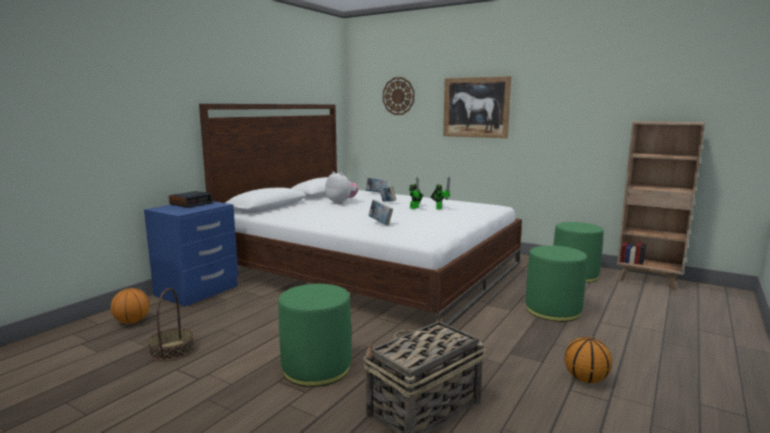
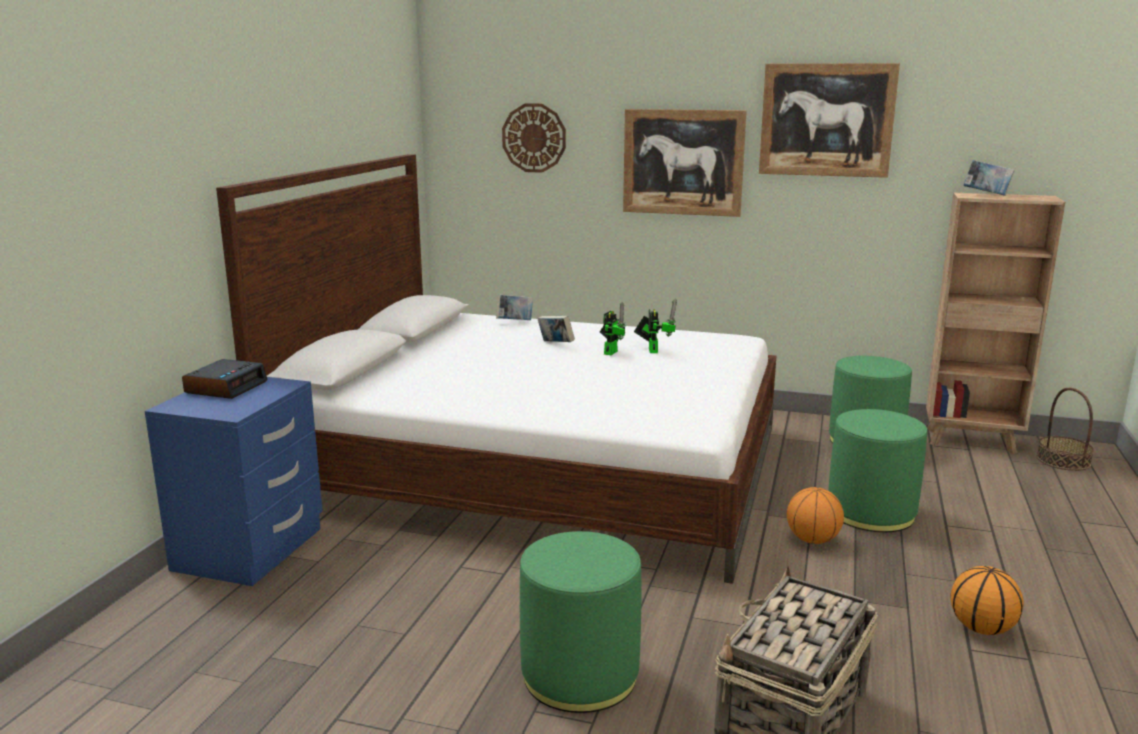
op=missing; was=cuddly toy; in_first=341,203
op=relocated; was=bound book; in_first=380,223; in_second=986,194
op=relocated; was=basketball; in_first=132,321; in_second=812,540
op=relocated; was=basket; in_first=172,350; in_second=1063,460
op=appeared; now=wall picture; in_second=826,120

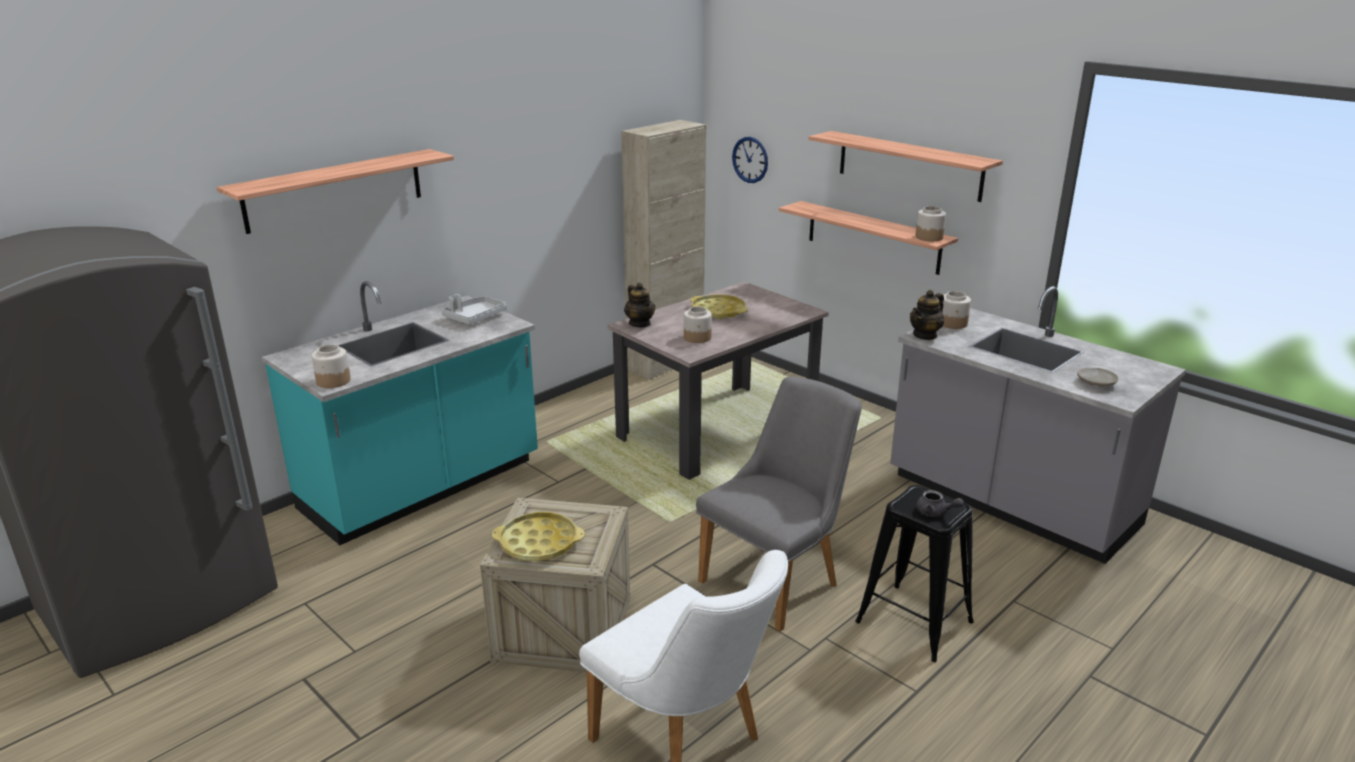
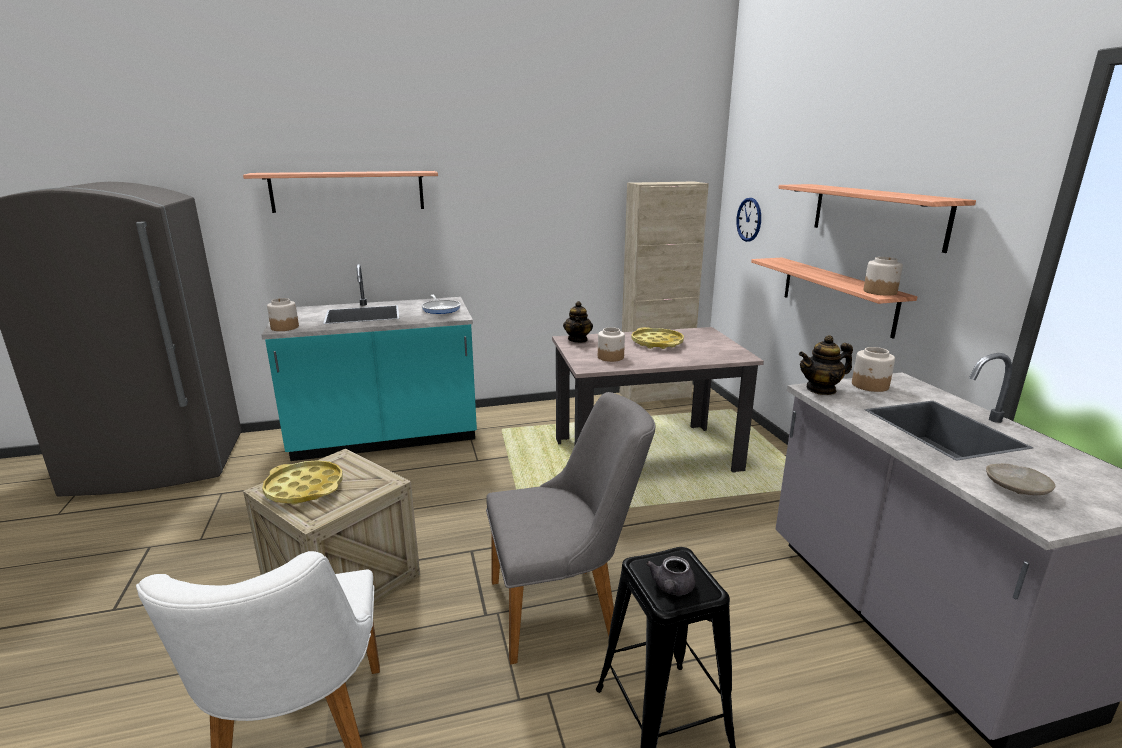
op=exchanged; was=greyish serving tray; now=pan; in_first=475,317; in_second=441,309
op=spun; was=greyish pot for tea; in_first=935,513; in_second=671,588; clockwise=45

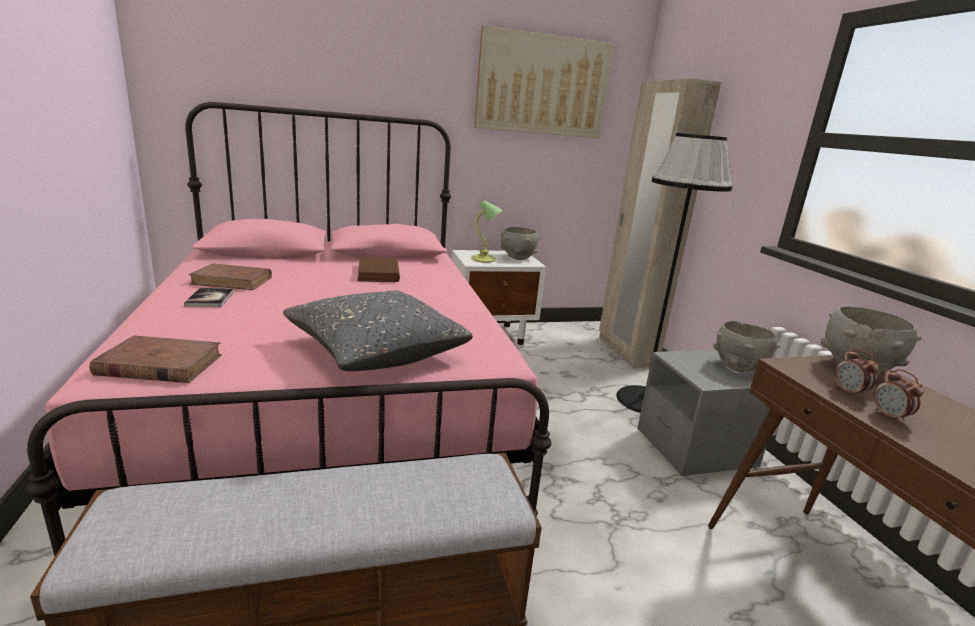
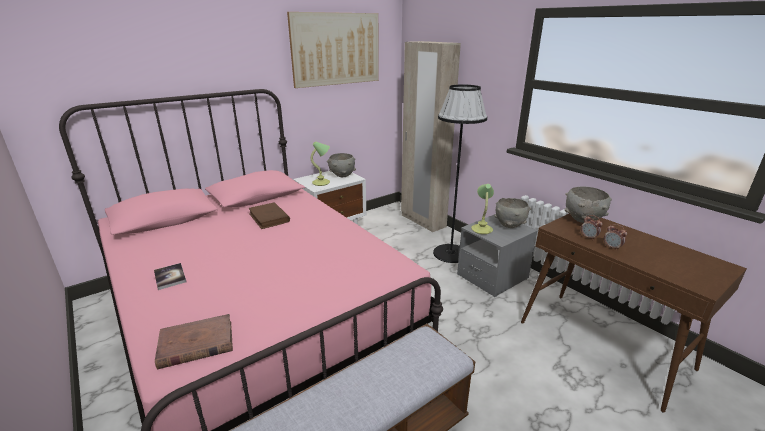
op=missing; was=brown bound book; in_first=232,281
op=missing; was=greyish throw pillow; in_first=376,350
op=appeared; now=tabletop lamp; in_second=482,229

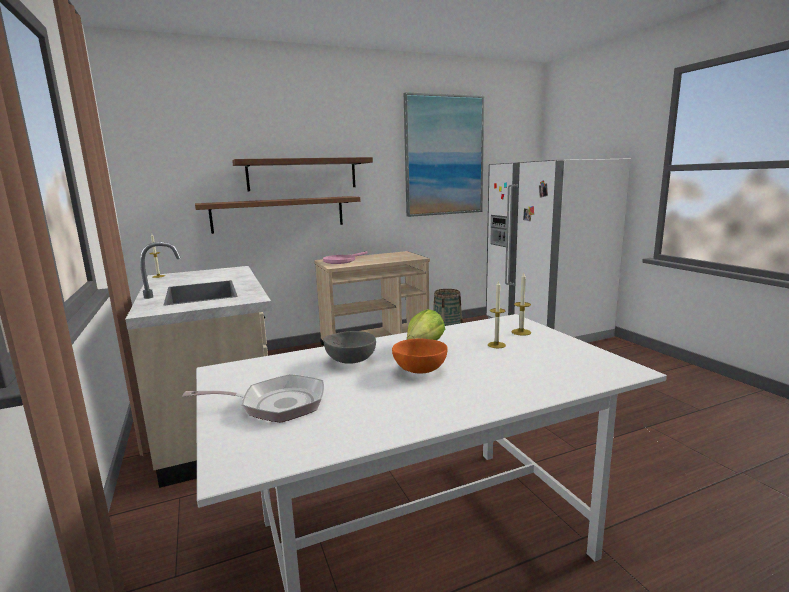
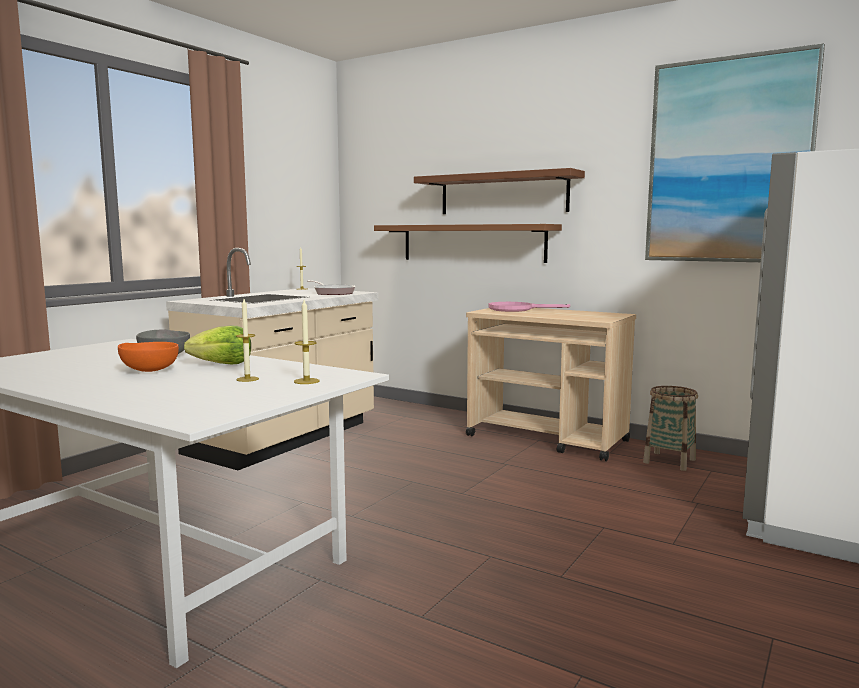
op=relocated; was=pan; in_first=277,404; in_second=332,293

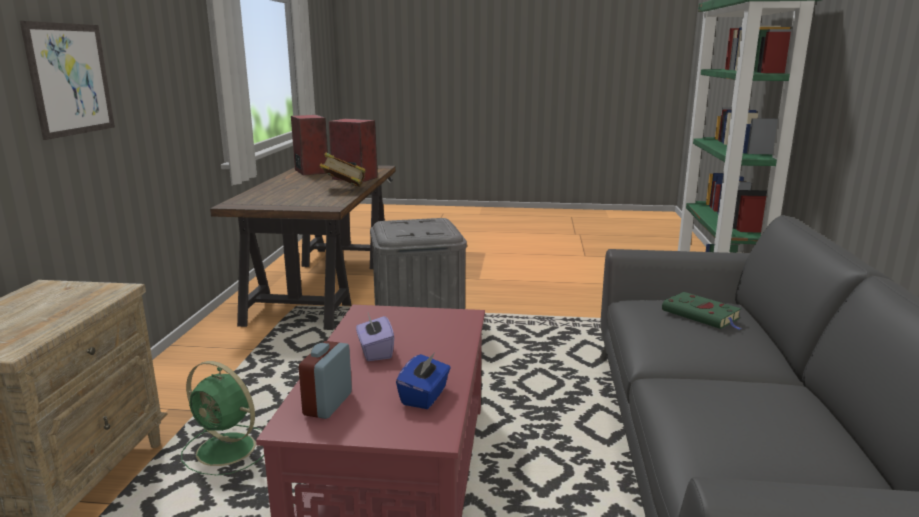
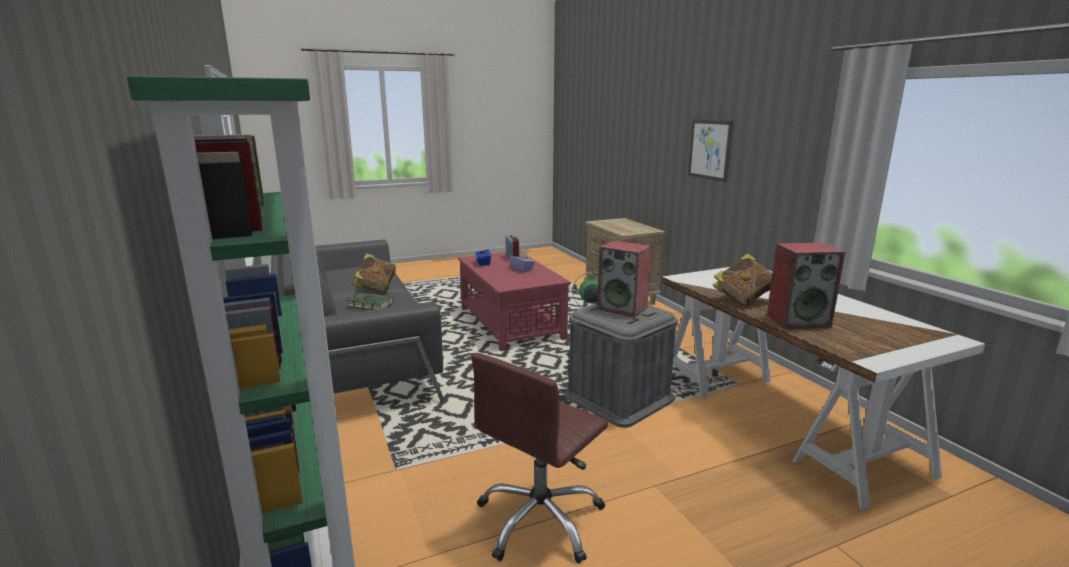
op=relocated; was=speaker; in_first=311,171; in_second=623,308
op=colour; was=brown desk unit; now=white-coloured desk unit; in_first=323,284; in_second=781,416
op=appeared; now=bound book; in_second=376,289
op=appeared; now=brown desk chair; in_second=540,520

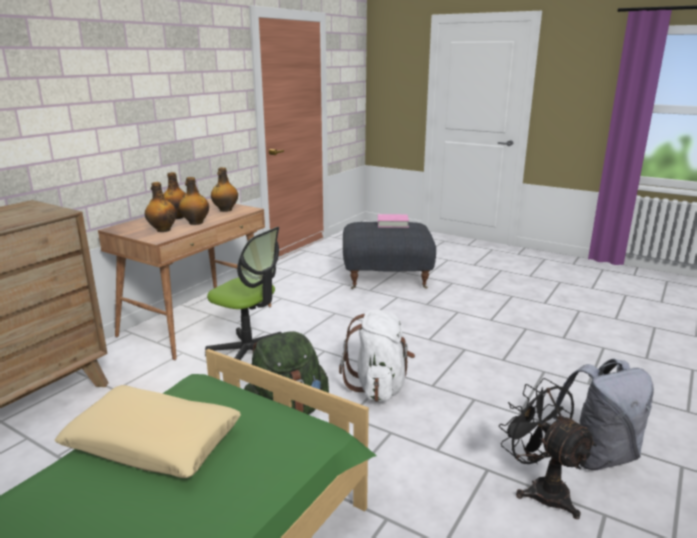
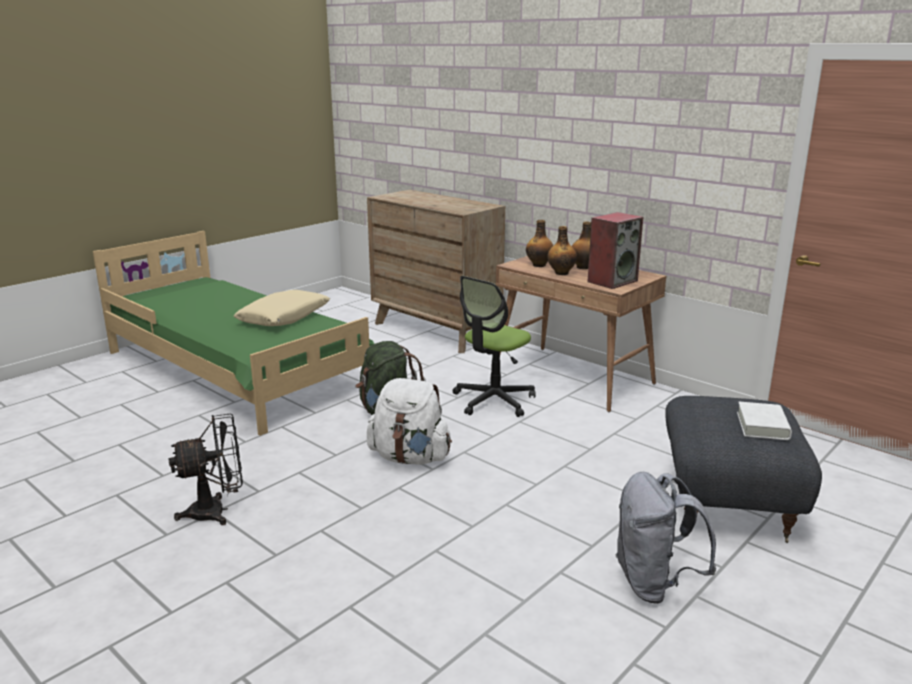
op=exchanged; was=drink bottle; now=speaker; in_first=225,210; in_second=612,281
op=colour; was=pinkish bound book; now=white-coloured bound book; in_first=392,224; in_second=762,426
op=relocated; was=greyish rucksack; in_first=597,455; in_second=654,584

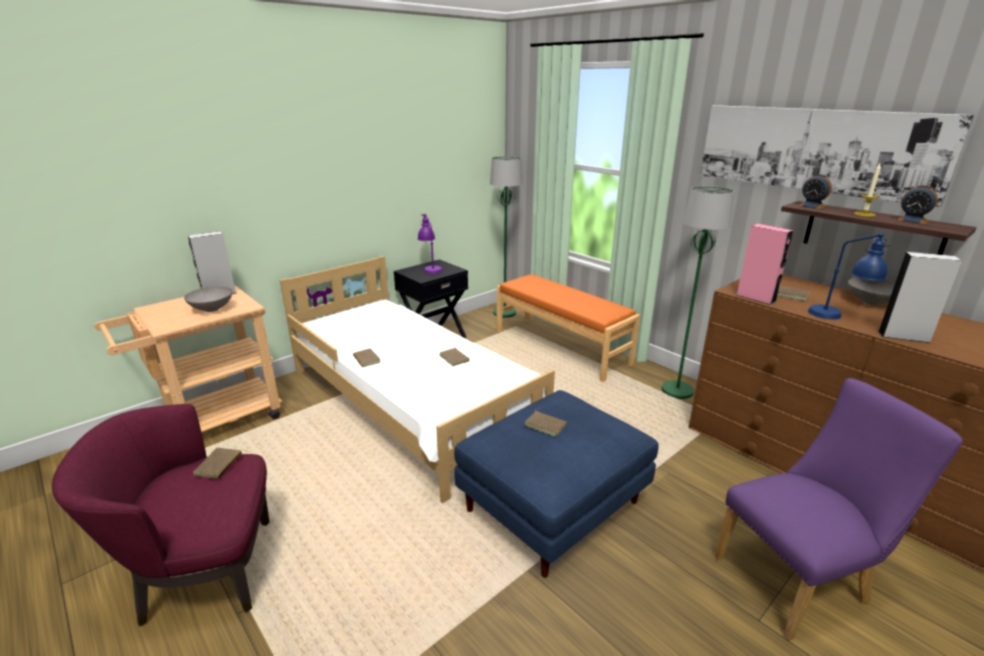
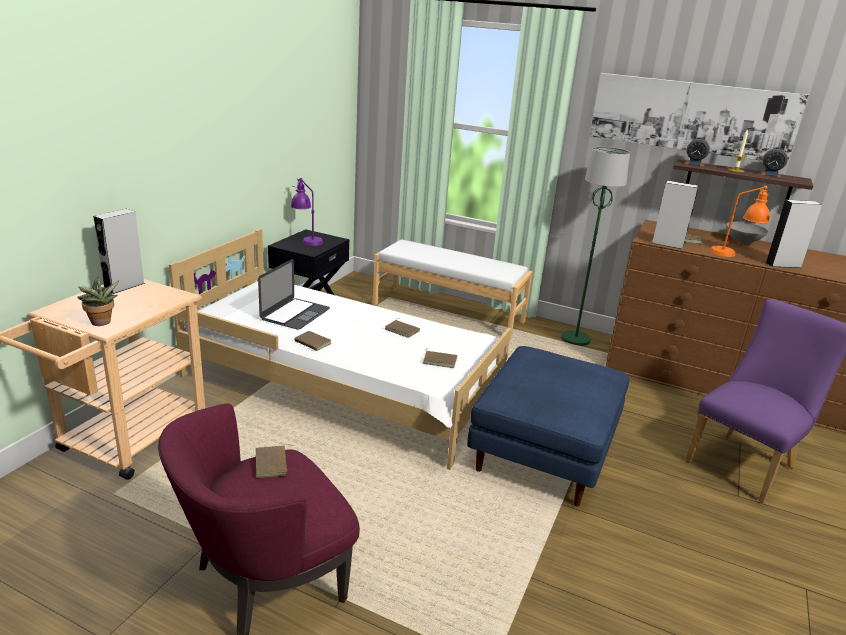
op=missing; was=greenish standard lamp; in_first=504,313
op=colour; was=pinkish speaker; now=greyish speaker; in_first=756,298; in_second=667,244
op=colour; was=blue tabletop lamp; now=orange-coloured tabletop lamp; in_first=839,317; in_second=733,254
op=colour; was=orange-coloured bench; now=white-coloured bench; in_first=561,347; in_second=448,313
op=missing; was=greyish serving bowl; in_first=213,309
op=relocated; was=brown bound book; in_first=546,425; in_second=440,360
op=appeared; now=portable computer; in_second=295,314
op=appeared; now=potted plant; in_second=101,323

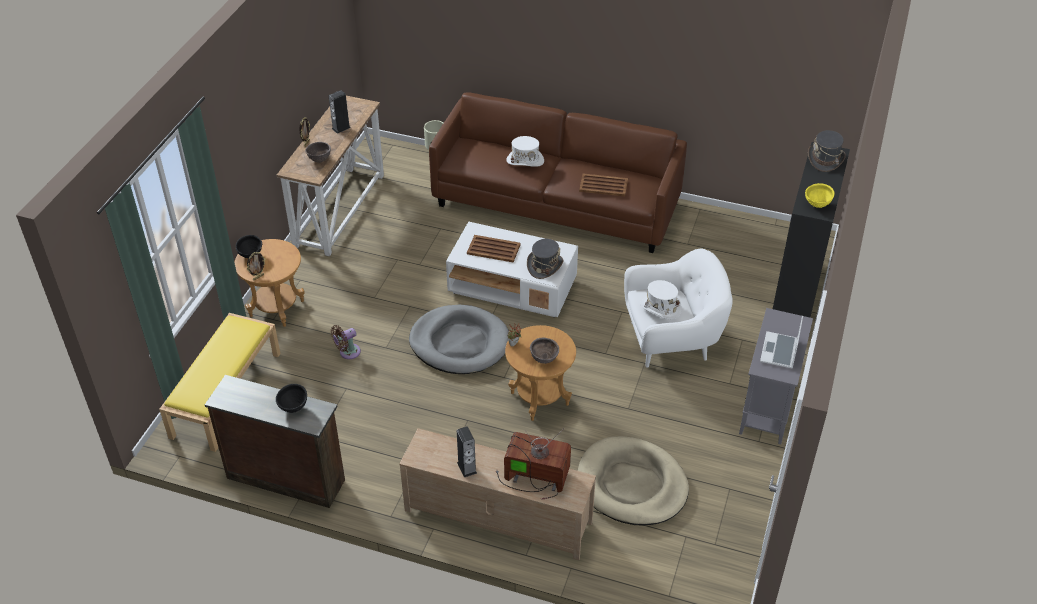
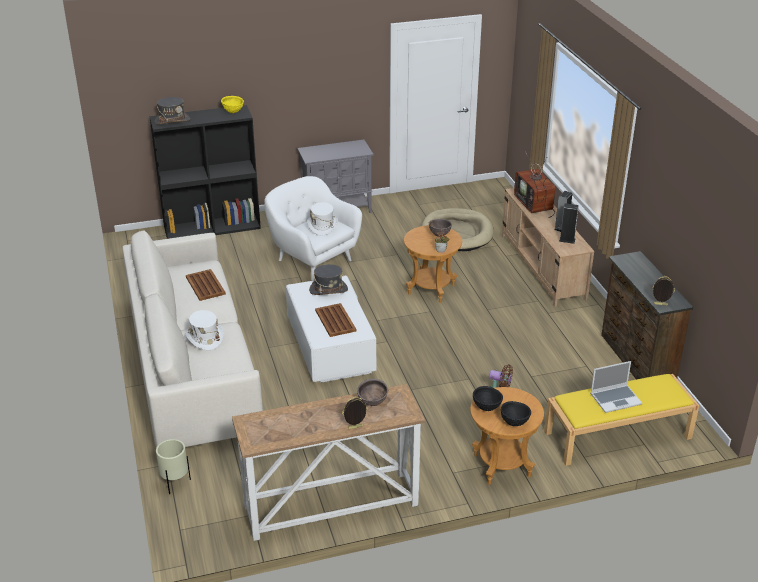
op=relocated; was=speaker; in_first=341,128; in_second=567,240
op=colour; was=brown settee; now=white-coloured settee; in_first=556,203; in_second=193,370
op=relocated; was=standing frame; in_first=258,277; in_second=660,304
op=missing; was=greyish dog cushion; in_first=459,343
op=relocated; was=portable computer; in_first=779,351; in_second=615,399
op=relocated; was=blackish serving bowl; in_first=293,408; in_second=486,408

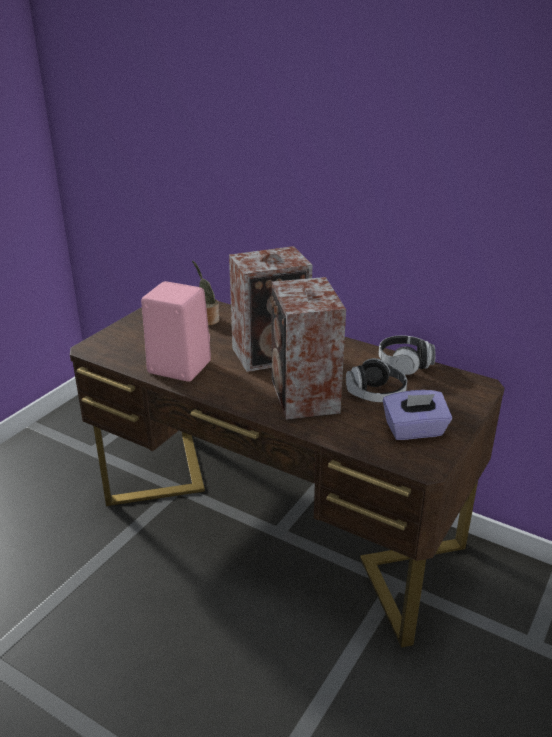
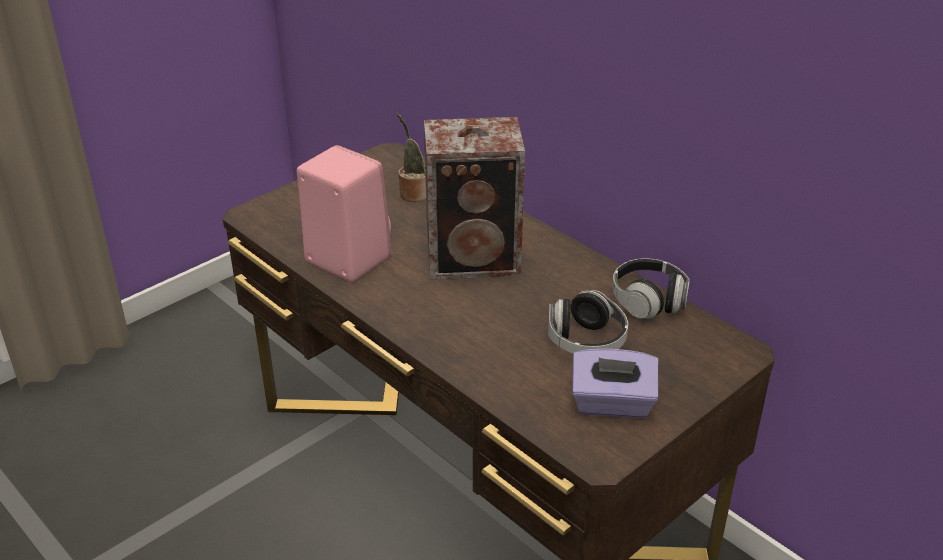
op=missing; was=speaker; in_first=304,398

